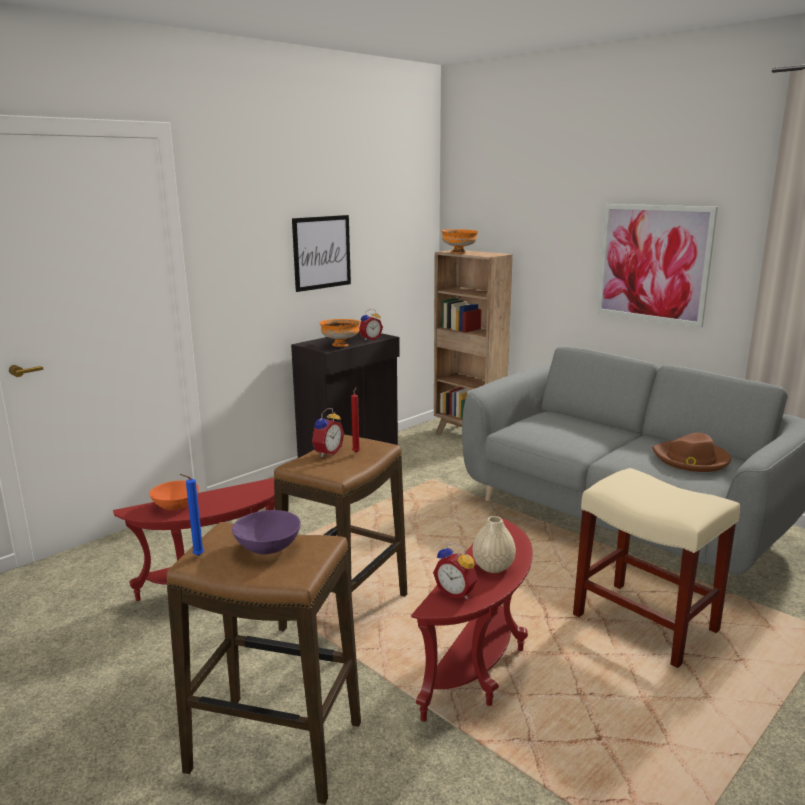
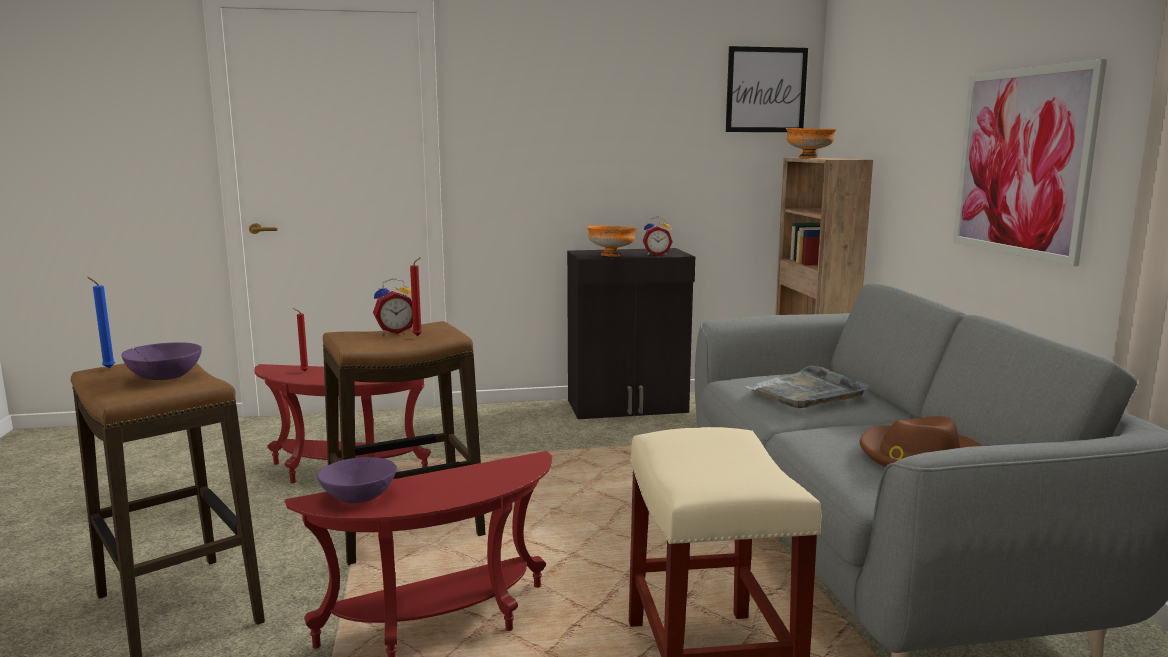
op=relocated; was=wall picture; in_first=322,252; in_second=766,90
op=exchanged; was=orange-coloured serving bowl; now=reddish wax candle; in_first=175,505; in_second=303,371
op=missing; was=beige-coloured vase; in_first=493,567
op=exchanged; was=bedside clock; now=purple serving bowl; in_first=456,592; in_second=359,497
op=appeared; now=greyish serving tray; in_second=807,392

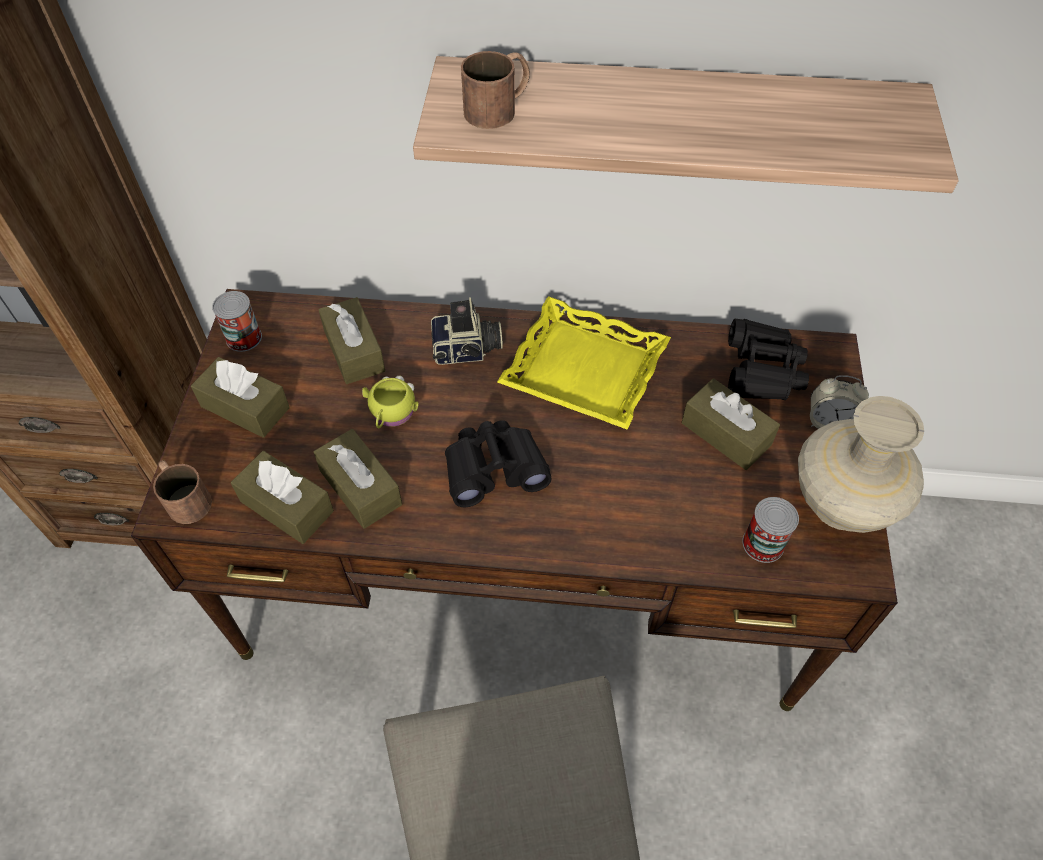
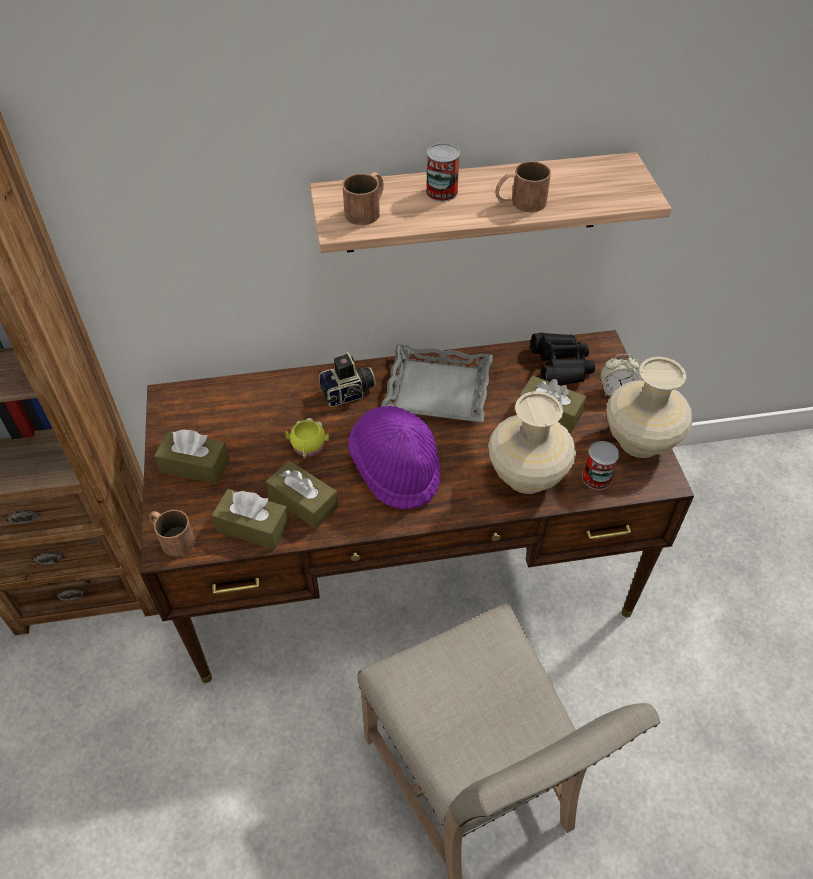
op=relocated; was=can; in_first=244,338; in_second=441,192
op=colour; was=yellowish serving tray; now=greyish serving tray; in_first=583,371; in_second=437,391
op=missing; was=brown tissue box; in_first=354,351
op=exchanged; was=blackish pair of binoculars; now=purple hat; in_first=494,469; in_second=396,469
op=appeared; now=brown tea mug; in_second=520,202
op=appeared; now=beige-coloured vase; in_second=527,475

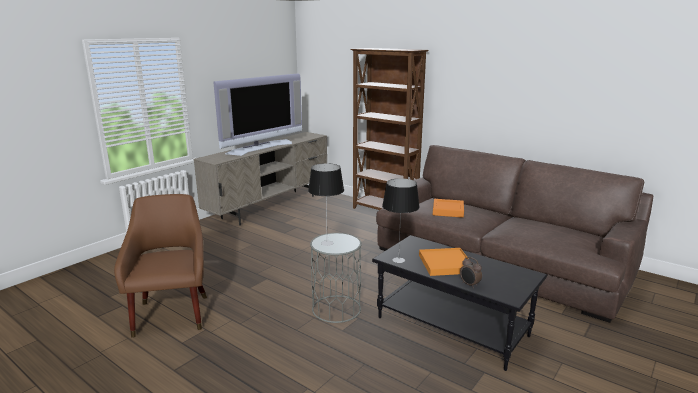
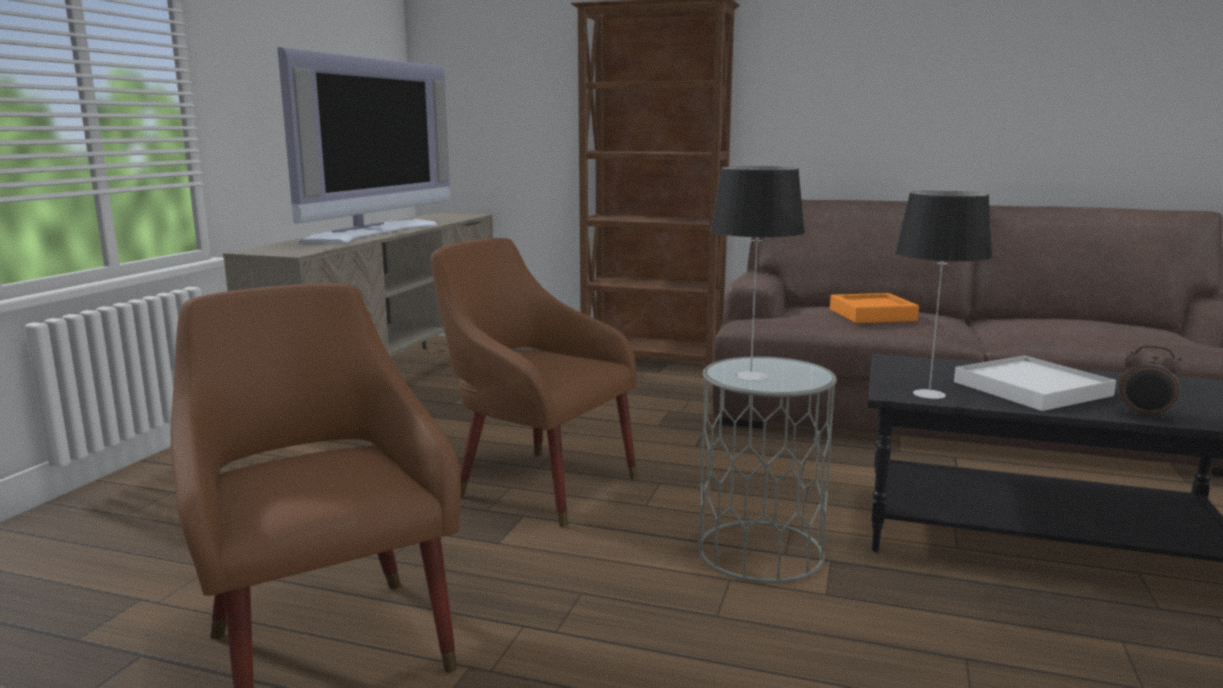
op=colour; was=orange-coloured serving tray; now=white-coloured serving tray; in_first=445,264; in_second=1031,389
op=appeared; now=brown lounge chair; in_second=538,483

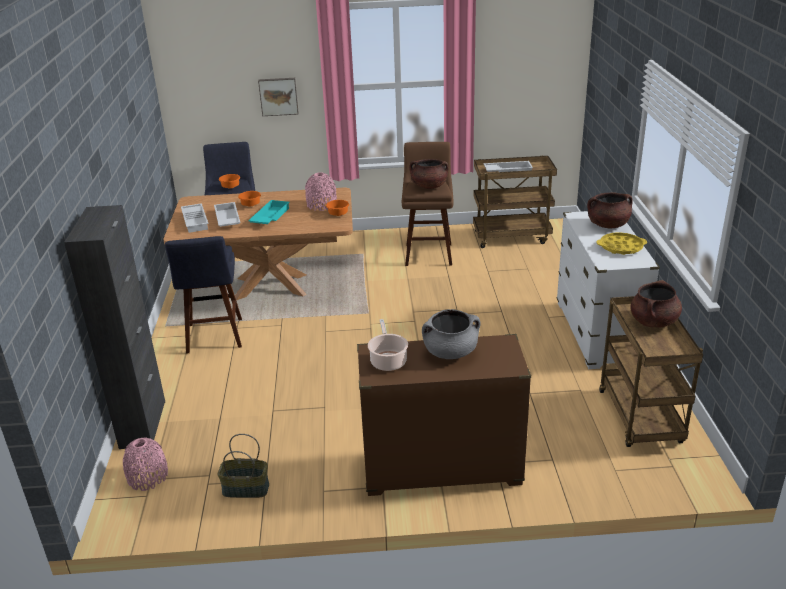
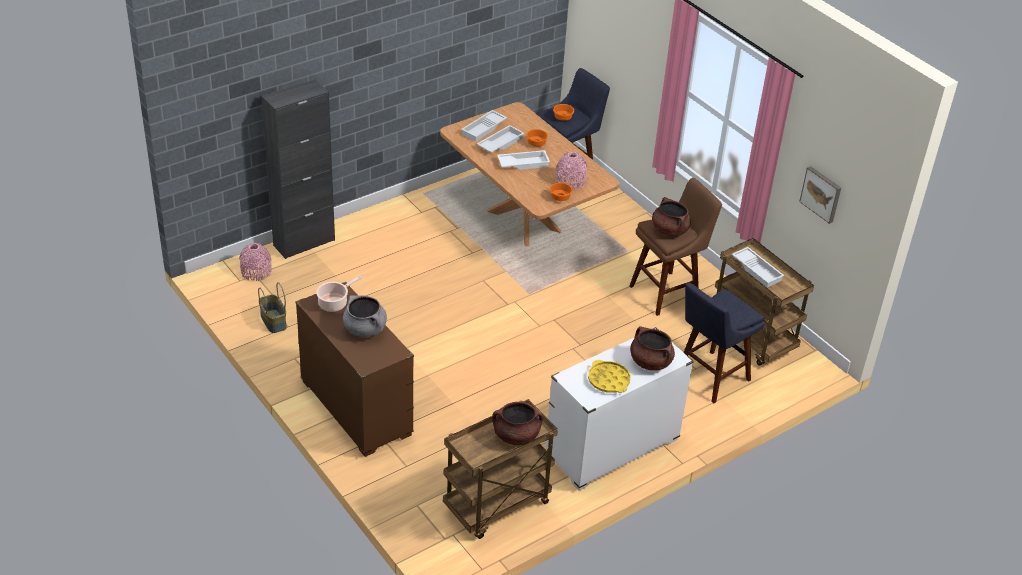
op=relocated; was=wall picture; in_first=278,96; in_second=821,194
op=colour; was=turquoise serving tray; now=white-coloured serving tray; in_first=269,217; in_second=523,163
op=relocated; was=blue sitting stool; in_first=214,338; in_second=709,379

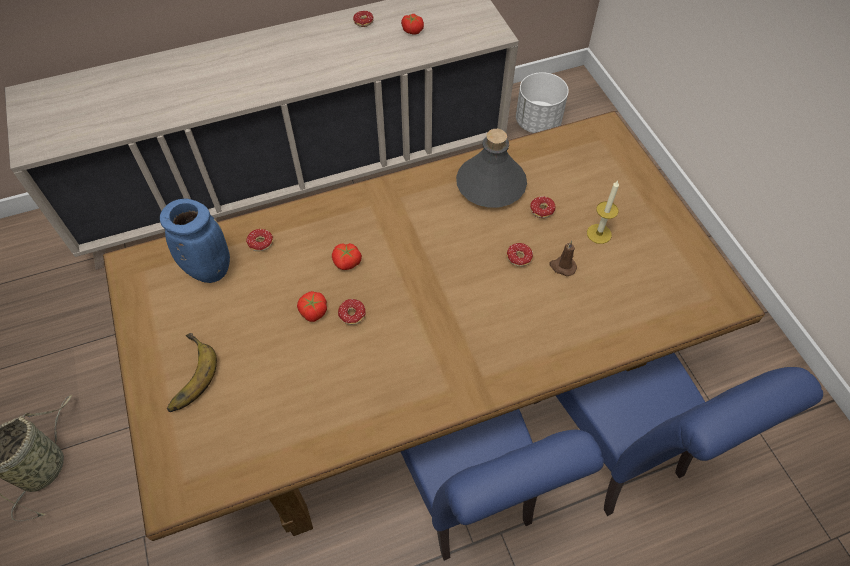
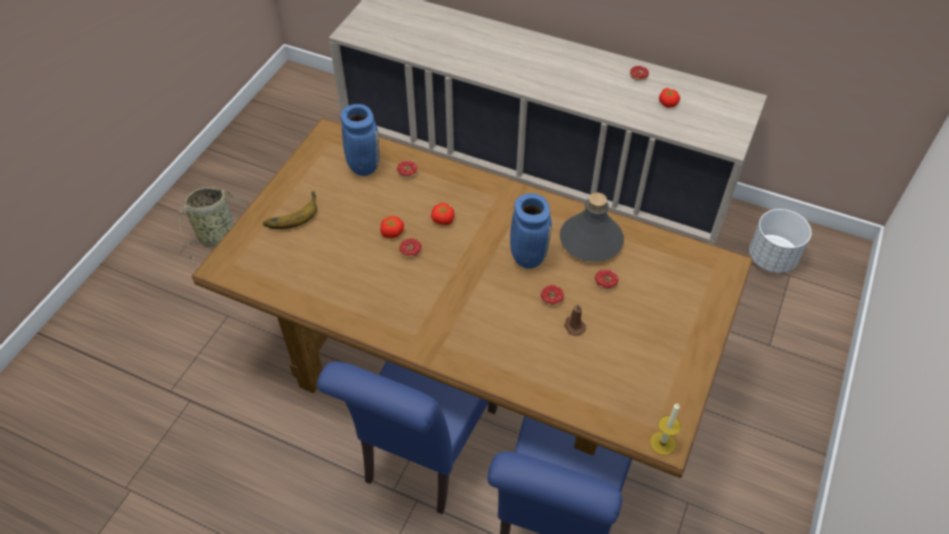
op=relocated; was=wax candle; in_first=599,233; in_second=662,443
op=appeared; now=blue vase; in_second=527,256

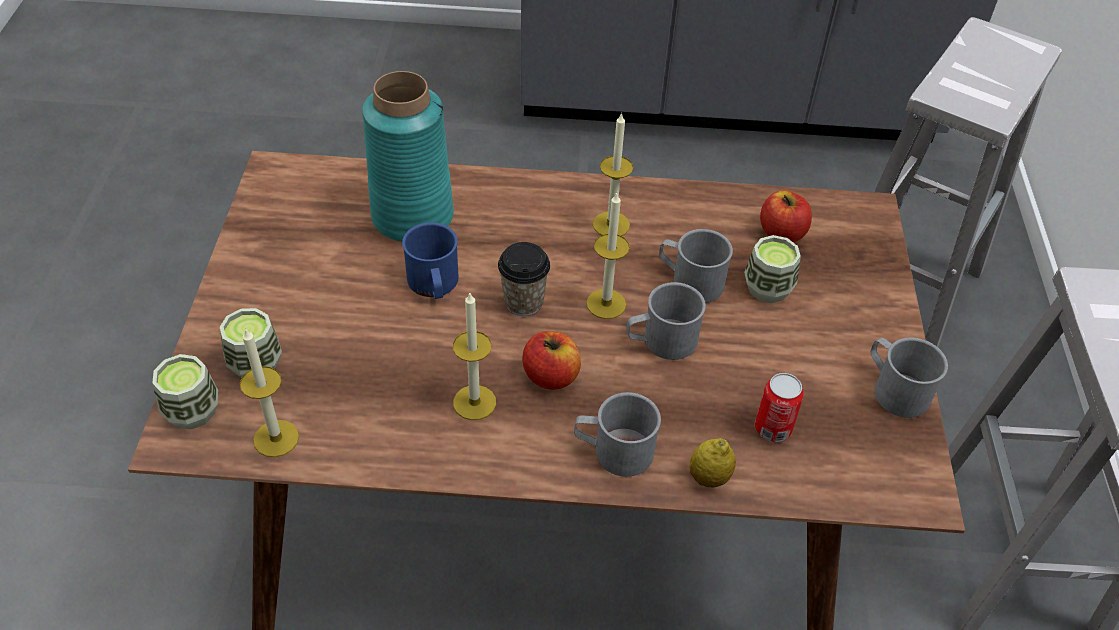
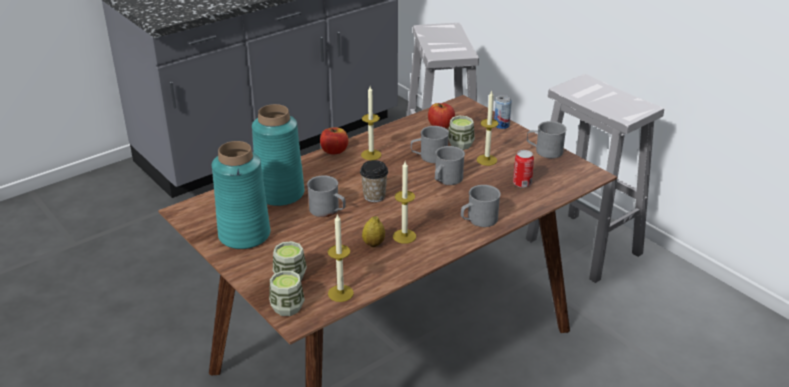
op=relocated; was=wax candle; in_first=606,304; in_second=486,160
op=colour; was=blue tea mug; now=greyish tea mug; in_first=434,285; in_second=328,210
op=relocated; was=apple fruit; in_first=551,376; in_second=334,151
op=relocated; was=lemon; in_first=709,477; in_second=373,244
op=appeared; now=can; in_second=501,125
op=appeared; now=turquoise vase; in_second=244,235

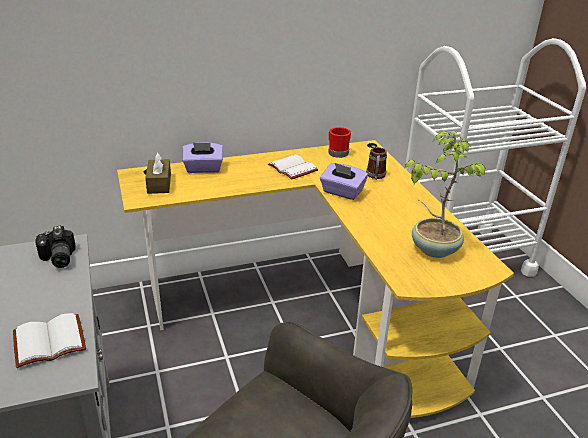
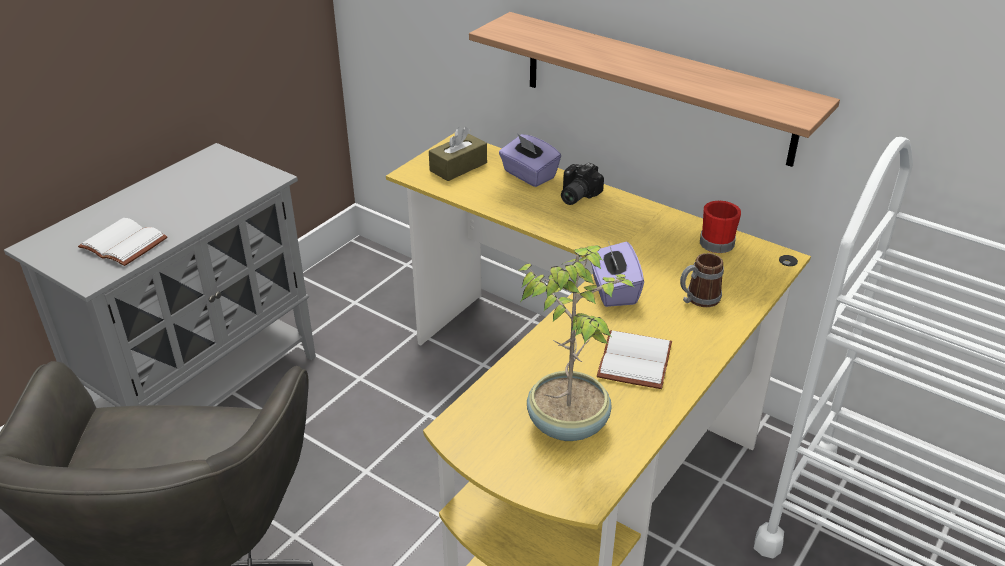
op=relocated; was=white-coloured bound book; in_first=291,168; in_second=632,360
op=relocated; was=still camera; in_first=57,258; in_second=575,195
op=appeared; now=shelf; in_second=656,87

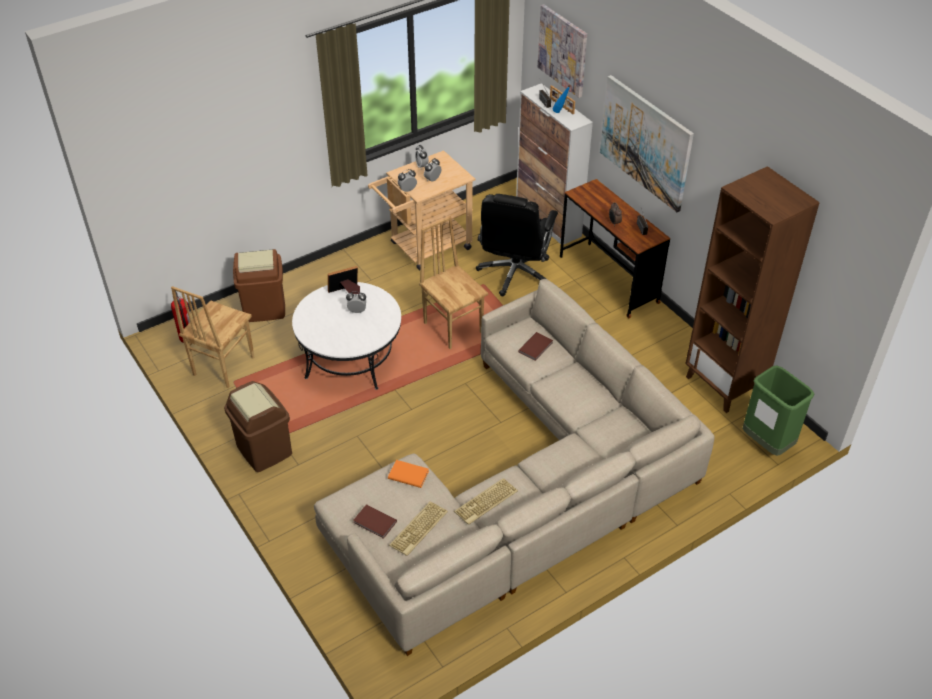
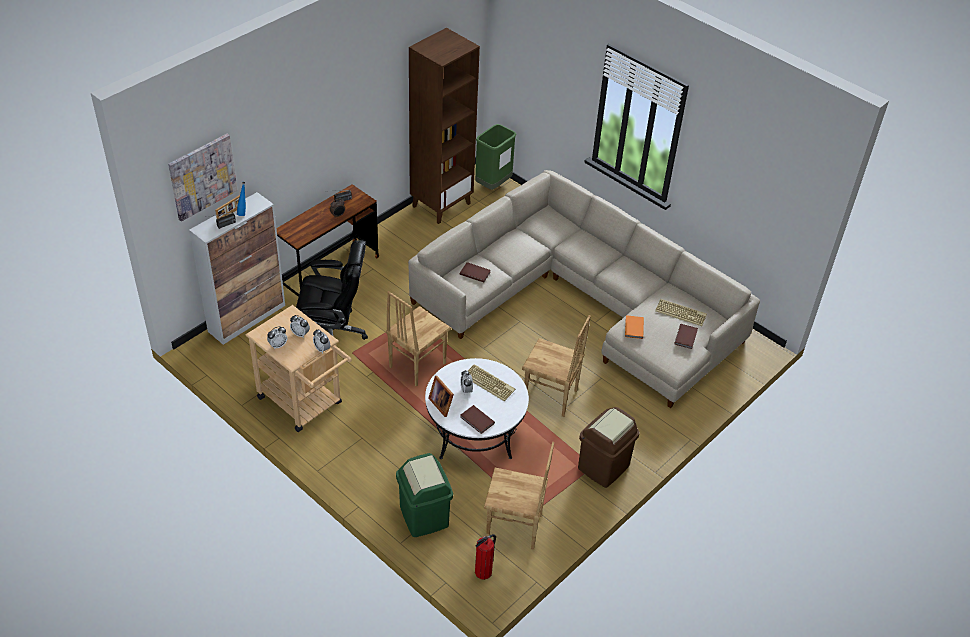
op=missing; was=wall picture; in_first=645,142
op=colour; was=brown trash can; now=greenish trash can; in_first=264,309; in_second=424,516
op=relocated; was=keyboard; in_first=486,502; in_second=490,383
op=appeared; now=brown plain chair; in_second=550,397
op=appeared; now=brown bound book; in_second=477,421

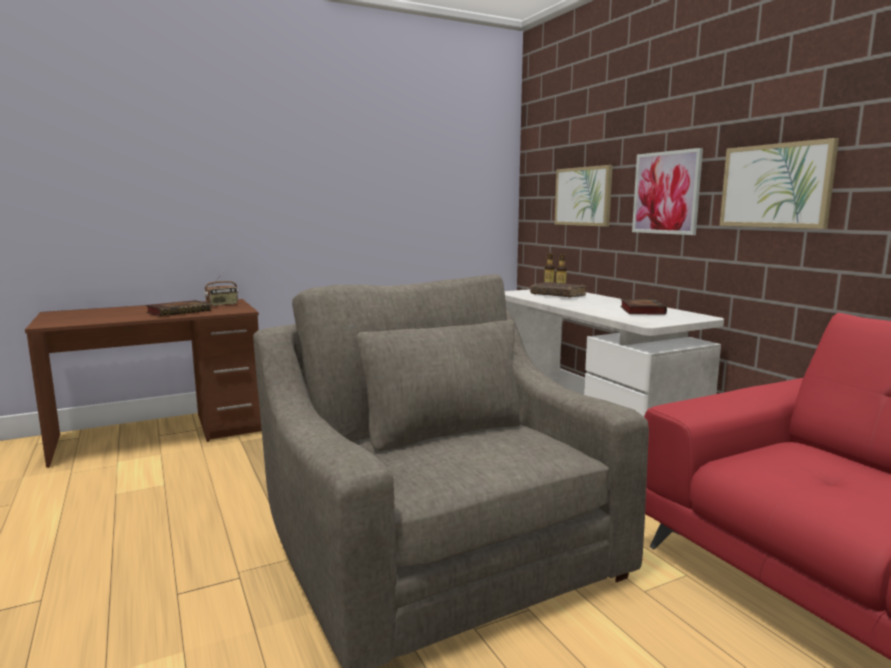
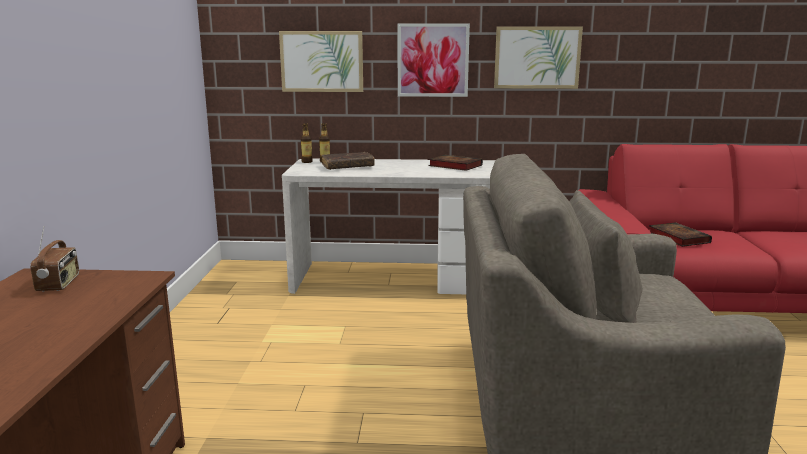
op=relocated; was=bound book; in_first=180,312; in_second=676,237

